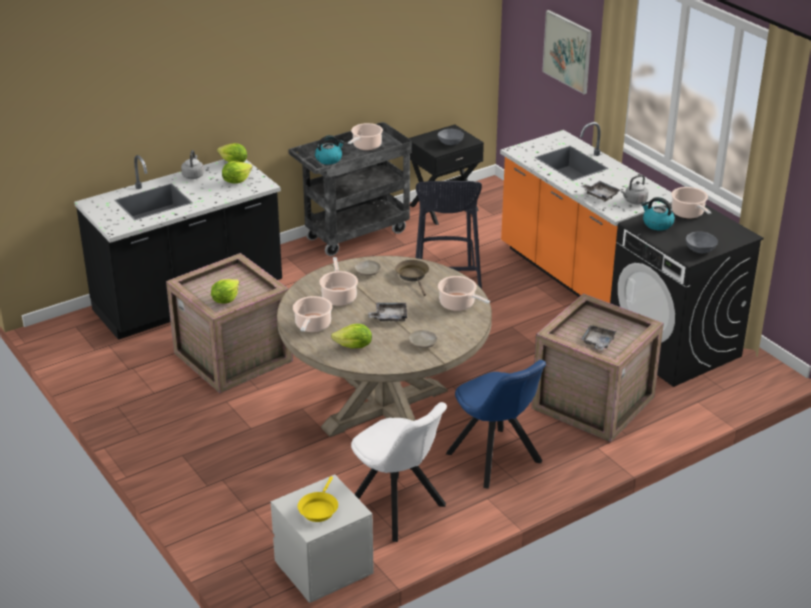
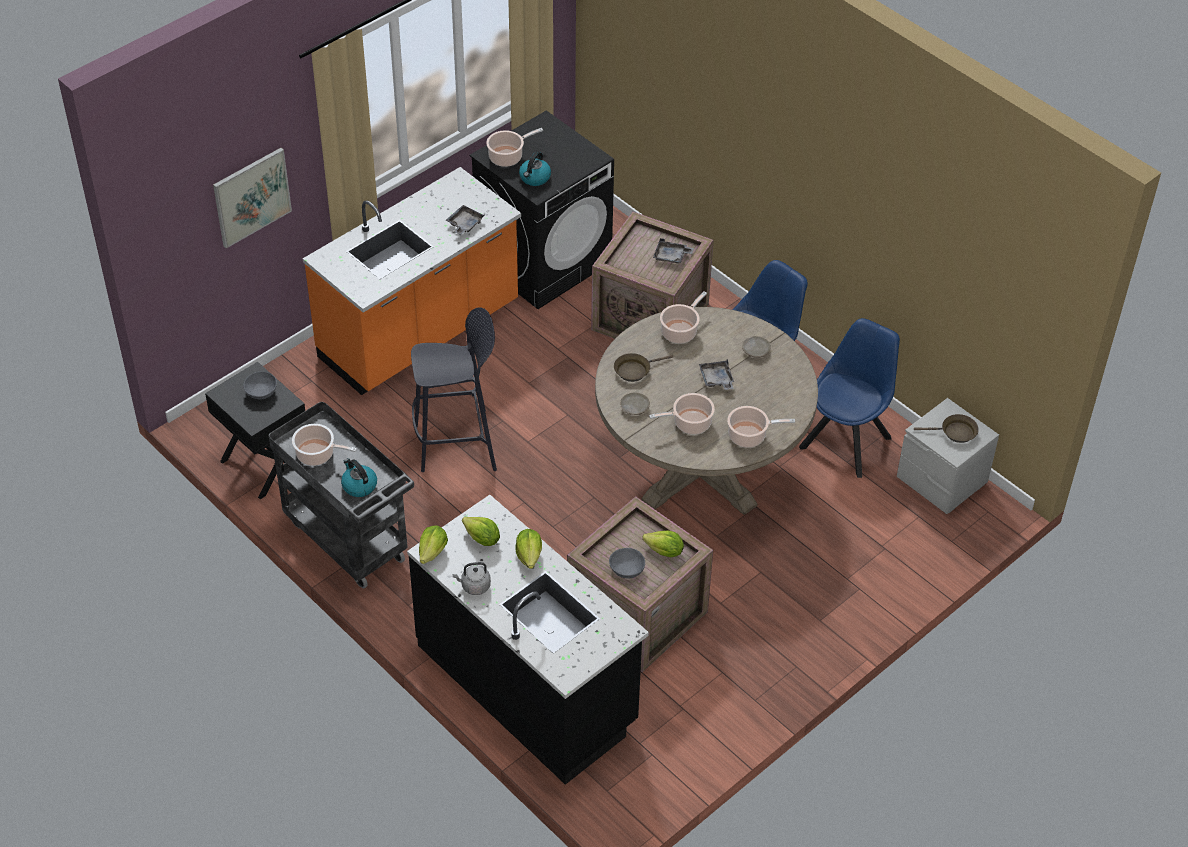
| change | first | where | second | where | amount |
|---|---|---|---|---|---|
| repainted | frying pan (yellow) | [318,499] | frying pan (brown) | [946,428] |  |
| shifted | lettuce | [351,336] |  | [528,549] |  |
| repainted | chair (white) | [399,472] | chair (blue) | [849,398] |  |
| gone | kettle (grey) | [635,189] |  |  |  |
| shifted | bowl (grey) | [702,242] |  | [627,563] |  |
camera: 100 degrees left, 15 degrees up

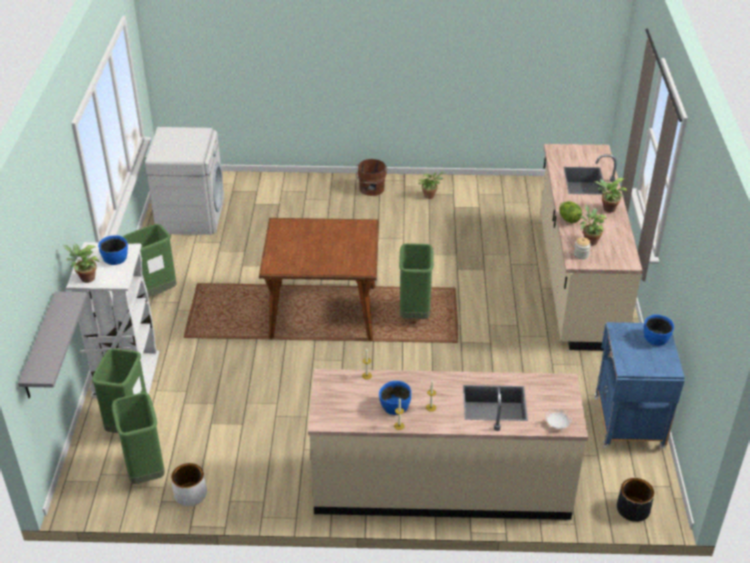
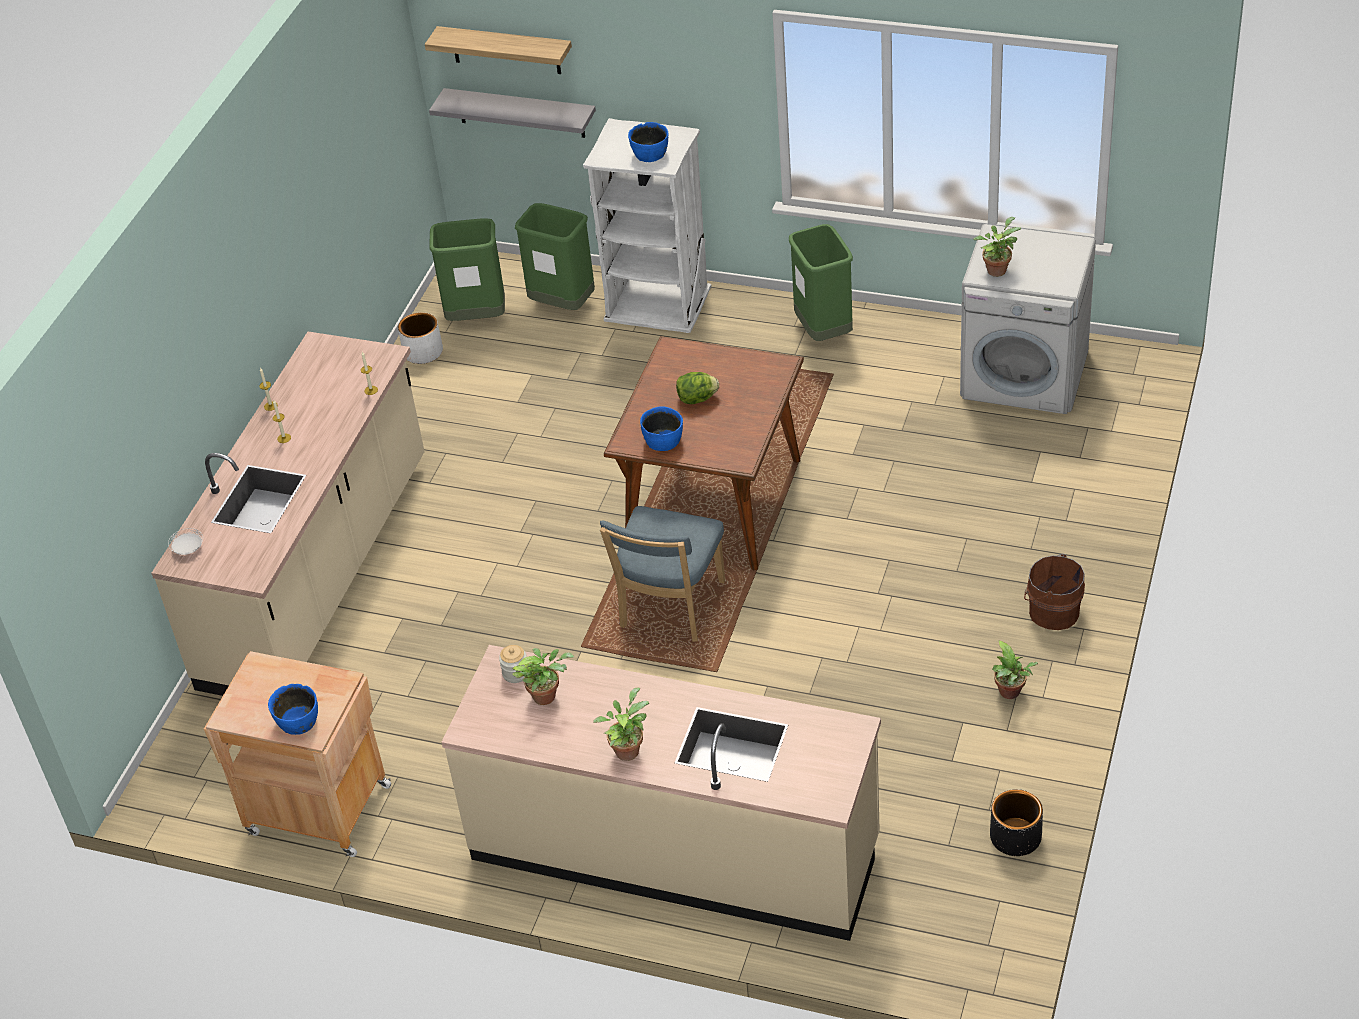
| change | first | where | second | where | amount |
|---|---|---|---|---|---|
| shifted | potted plant | [81,263] |  | [997,247] |  |
| shifted | bowl (blue) | [395,398] |  | [661,428] |  |
| swapped | trash can (green) | [416,281] | chair (blue) | [662,574] |  |
| shifted | lettuce | [570,212] |  | [697,388] |  |
| repainted | cart (blue) | [640,385] | cart (brown) | [297,754] |  |
| shifted | planter (black) | [636,500] |  | [1016,822] |  |
| new |  |  | shelf | [498,50] |  |
camera: 110 degrees right, 5 degrees up

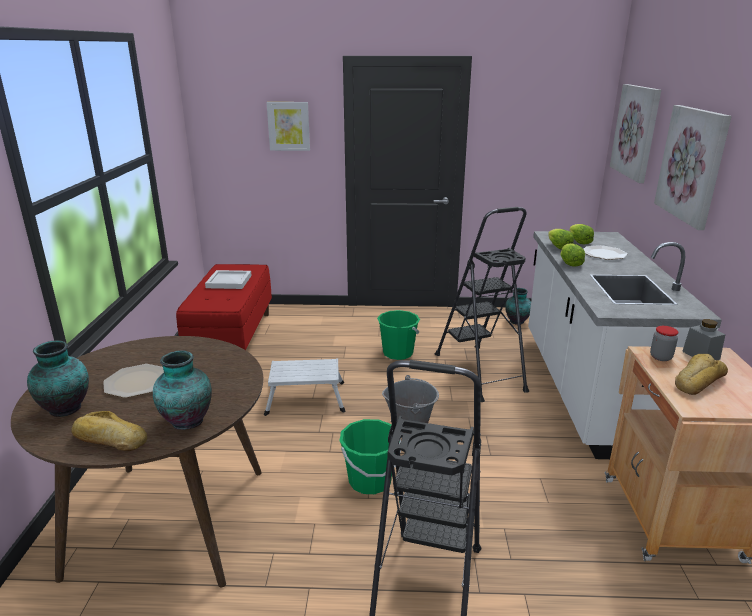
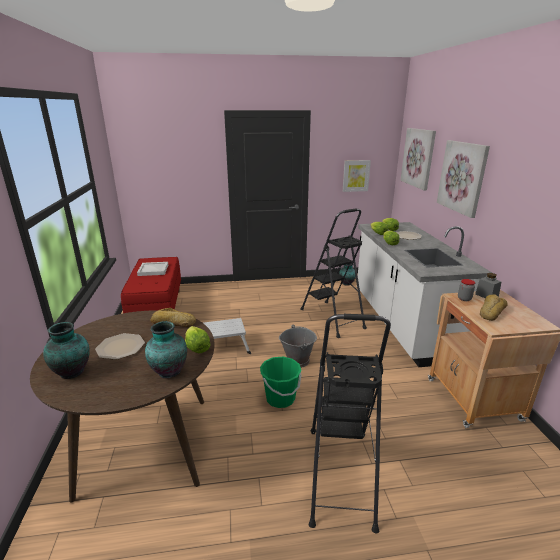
| change | first | where | second | where | amount |
|---|---|---|---|---|---|
| shifted | bread | [109,431] |  | [173,317] |  |
| shifted | picture | [288,126] |  | [357,176] |  |
| gone | bucket (green) | [398,335] |  |  |  |
| new |  |  | lettuce | [198,339] |  |
camera: 10 degrees left, 0 degrees up

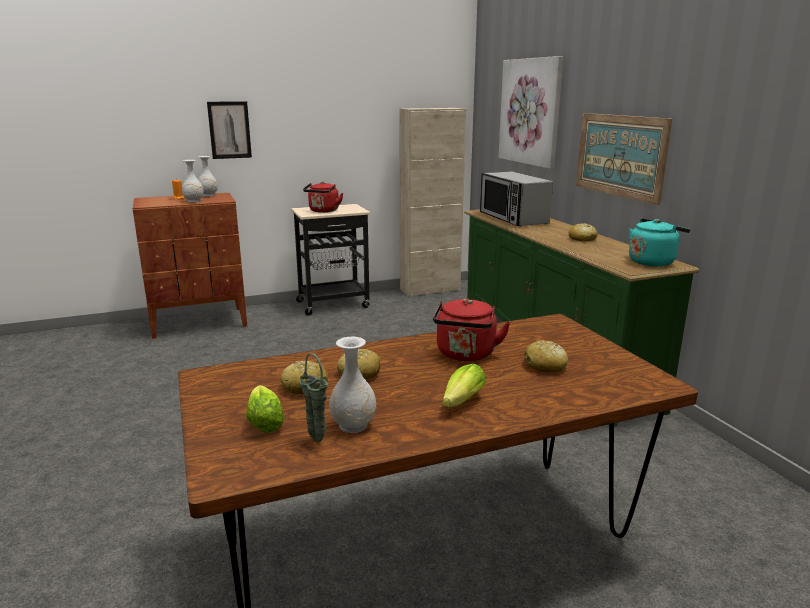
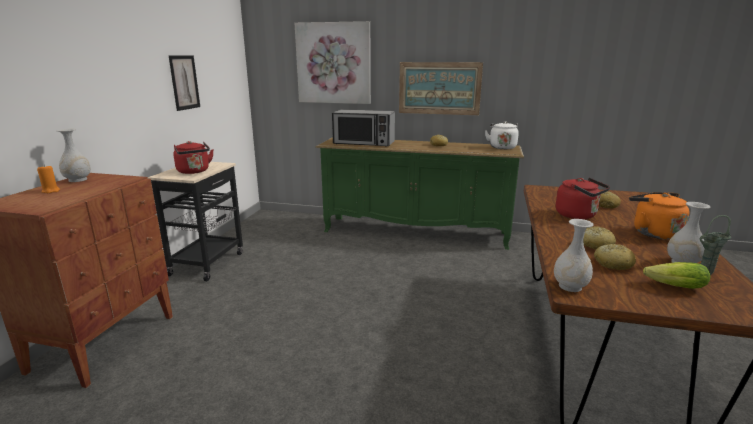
| change | first | where | second | where | amount |
|---|---|---|---|---|---|
| shifted | vase (white) | [193,181] |  | [574,255] |  |
| shifted | picture | [229,130] |  | [184,83] |  |
| gone | cabinet (beige) | [432,202] |  |  |  |
| swapped | lettuce | [463,385] | kettle (orange) | [659,216] |  |
| repainted | kettle (turquoise) | [659,242] | kettle (white) | [502,135] |  |
camera: 55 degrees left, 0 degrees up

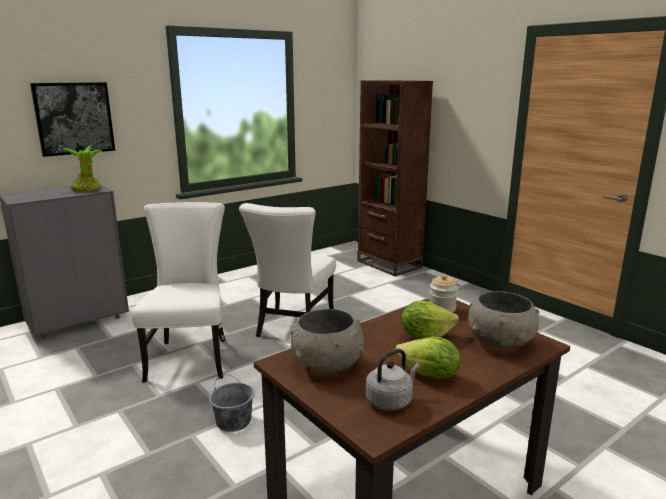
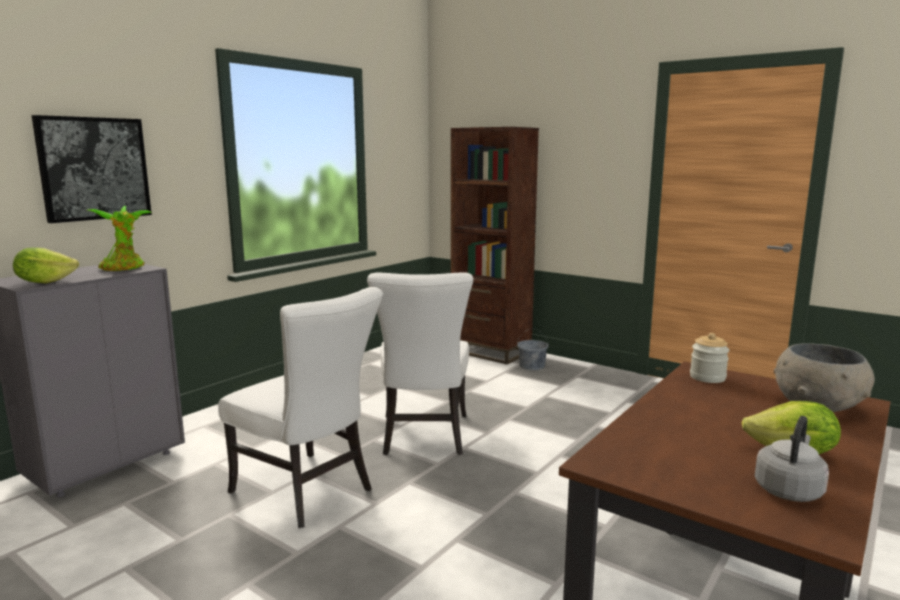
| change | first | where | second | where | amount |
|---|---|---|---|---|---|
| rotated | chair (white) | [179,292] |  | [300,407] | 150 degrees clockwise |
| shifted | bucket (grey) | [232,403] |  | [532,349] |  |
| gone | bowl (grey) | [327,341] |  |  |  |
| shifted | lettuce | [430,320] |  | [46,265] |  |
camera: 15 degrees left, 5 degrees down

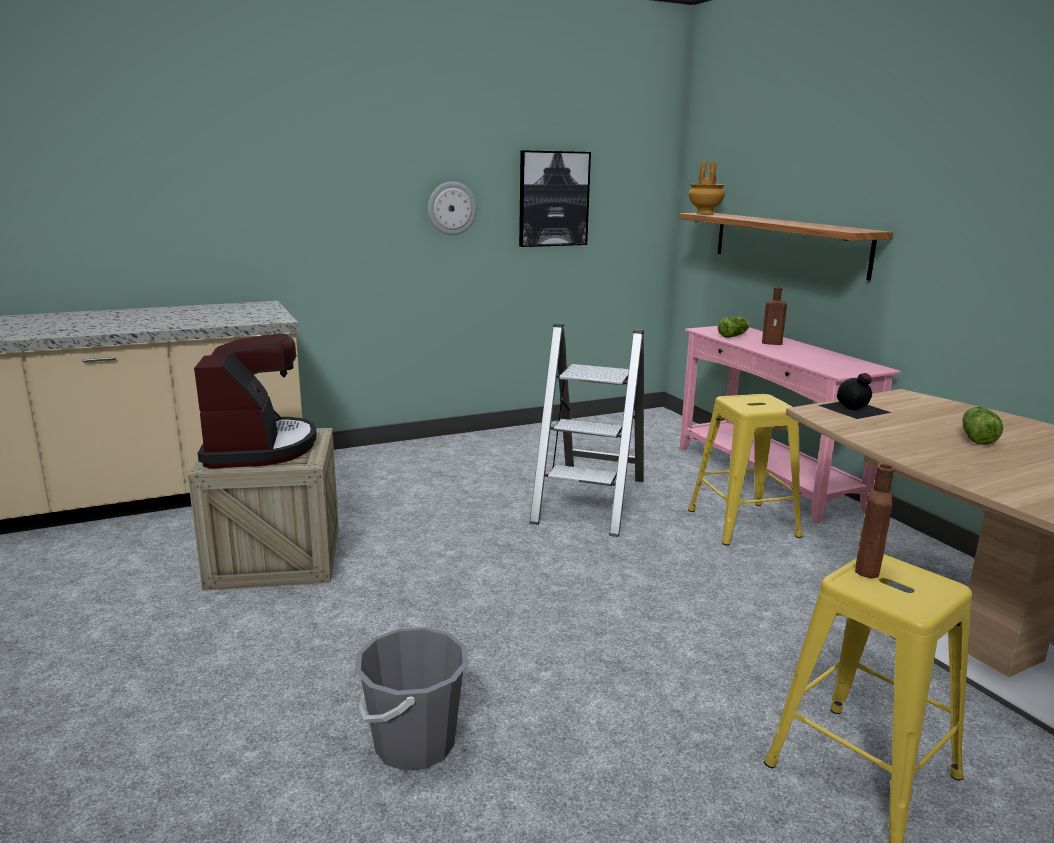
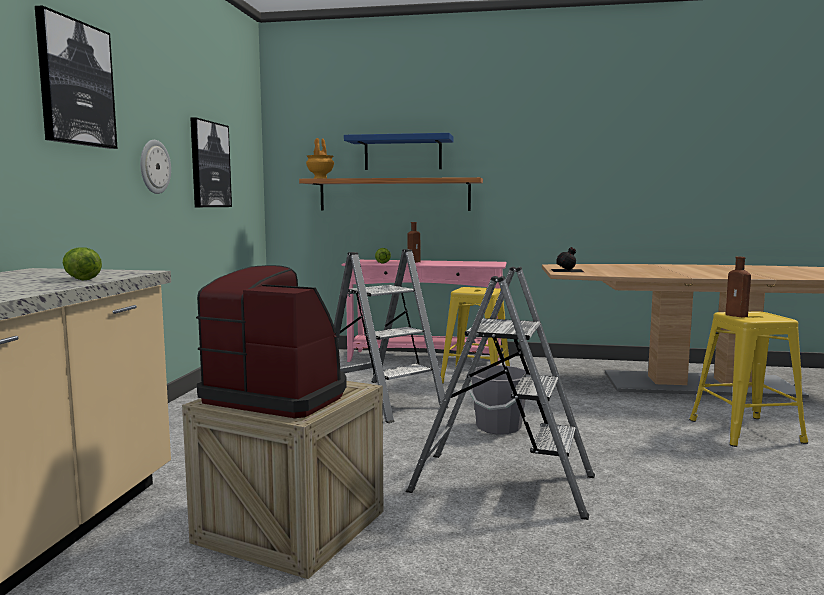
| change | first | where | second | where | amount |
|---|---|---|---|---|---|
| shifted | bucket (grey) | [412,699] |  | [499,399] |  |
| shifted | lettuce | [982,426] |  | [82,263] |  |
| new |  |  | picture | [76,77] |  |
| new |  |  | shelf (blue) | [399,151] |  |
| new |  |  | step ladder (grey) | [500,393] |  |
camera: 55 degrees left, 10 degrees down

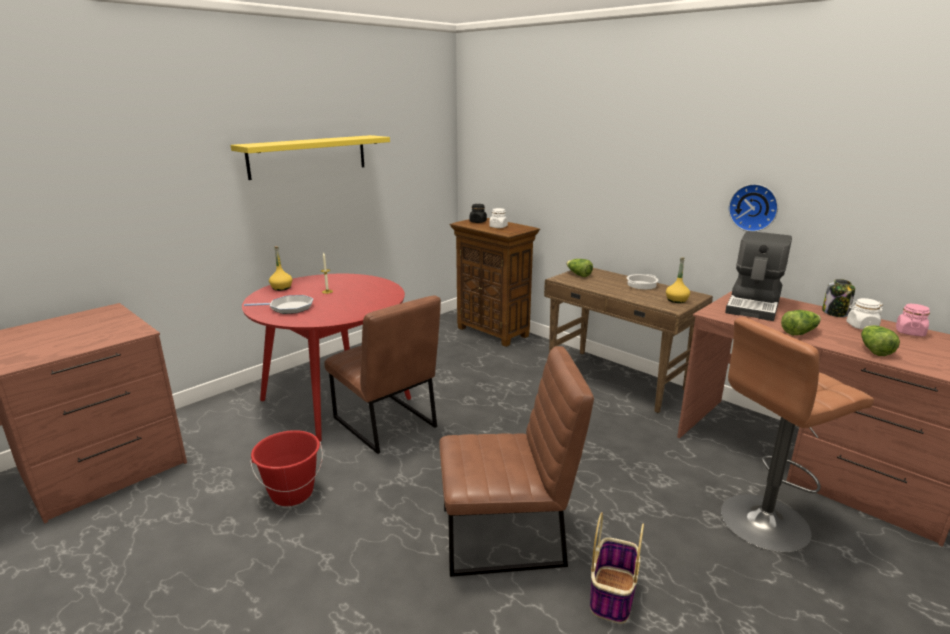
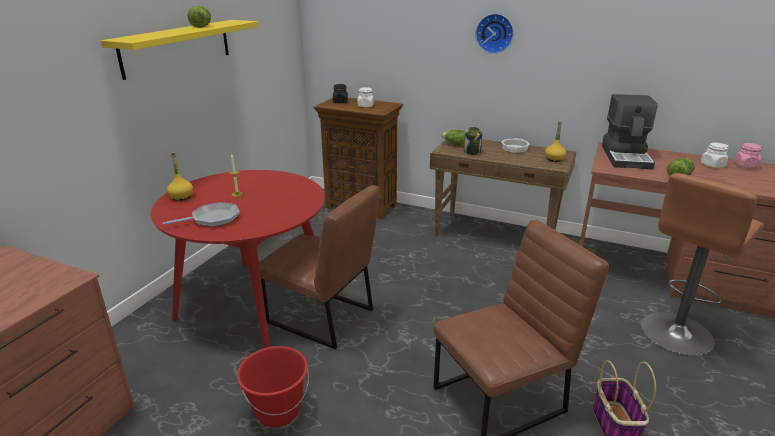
| change | first | where | second | where | amount |
|---|---|---|---|---|---|
| shifted | wall clock | [753,208] |  | [494,33] |  |
| shifted | jar | [838,298] |  | [473,141] |  |
| shifted | lettuce | [880,340] |  | [199,17] |  |
camera: 20 degrees left, 5 degrees up

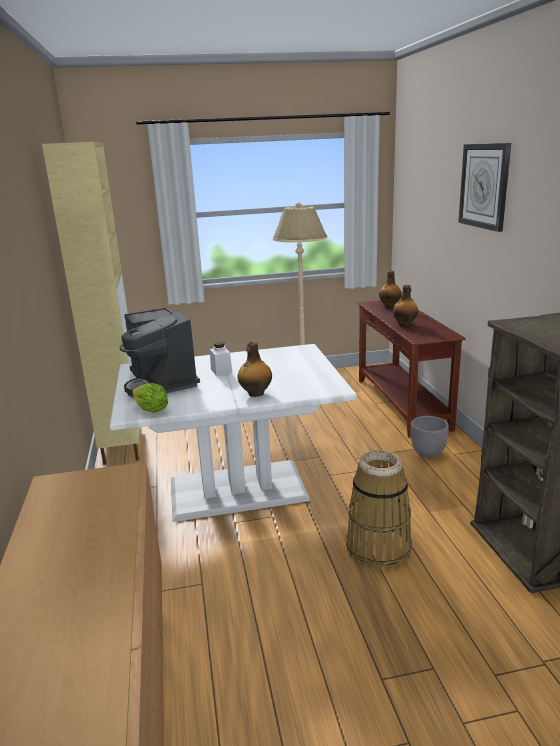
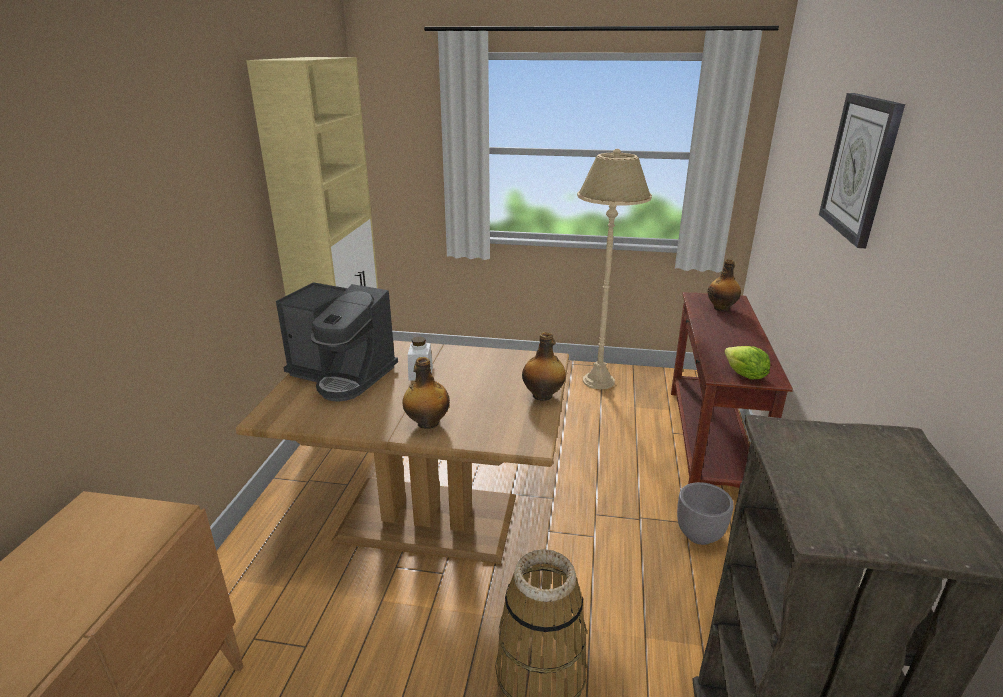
| change | first | where | second | where | amount |
|---|---|---|---|---|---|
| repainted | dining table (white) | [233,433] | dining table (brown) | [402,452] |  |
| rotated | coffee machine | [160,352] |  | [337,342] | 60 degrees counterclockwise |
| shifted | lettuce | [150,398] |  | [747,362] |  |
| shifted | bottle | [405,306] |  | [544,366] |  |
camera: 20 degrees right, 5 degrees up

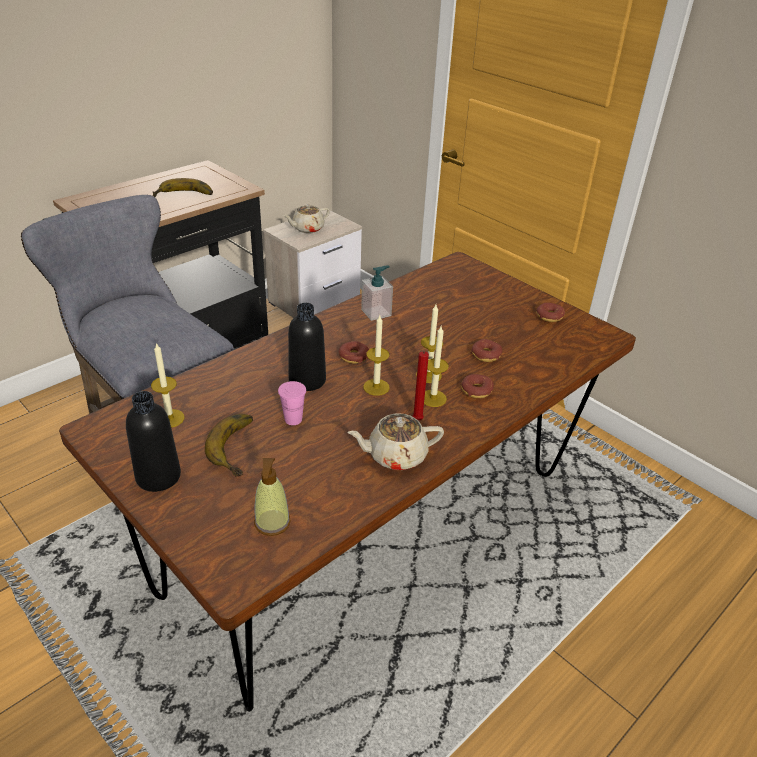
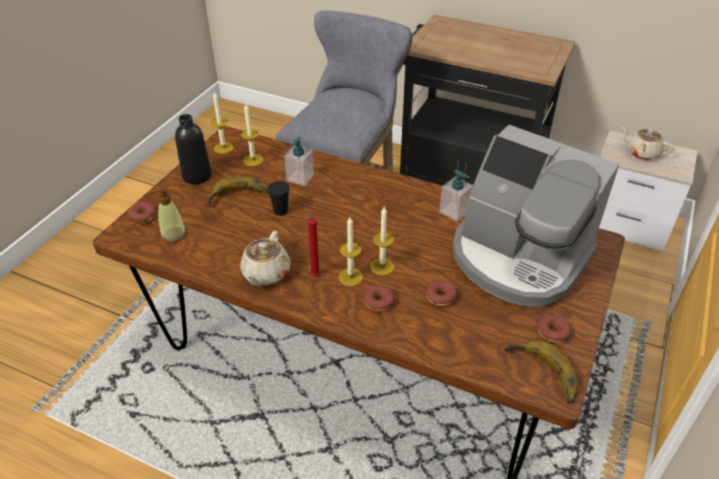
| change | first | where | second | where | amount |
|---|---|---|---|---|---|
| shifted | banana | [182,187] |  | [541,372] |  |
| repainted | cup (pink) | [292,403] | cup (black) | [279,198] |  |
| gone | bottle (black) | [307,347] |  |  |  |
| shifted | donut | [354,352] |  | [142,212] |  |
| rotated | teapot (beige) | [395,441] |  | [265,258] | 135 degrees counterclockwise |
| shifted | candle | [376,355] |  | [222,122] |  |
| new |  |  | soap dispenser | [299,161] |  |
| new |  |  | coffee machine | [536,216] |  |
camera: 70 degrees right, 5 degrees up

